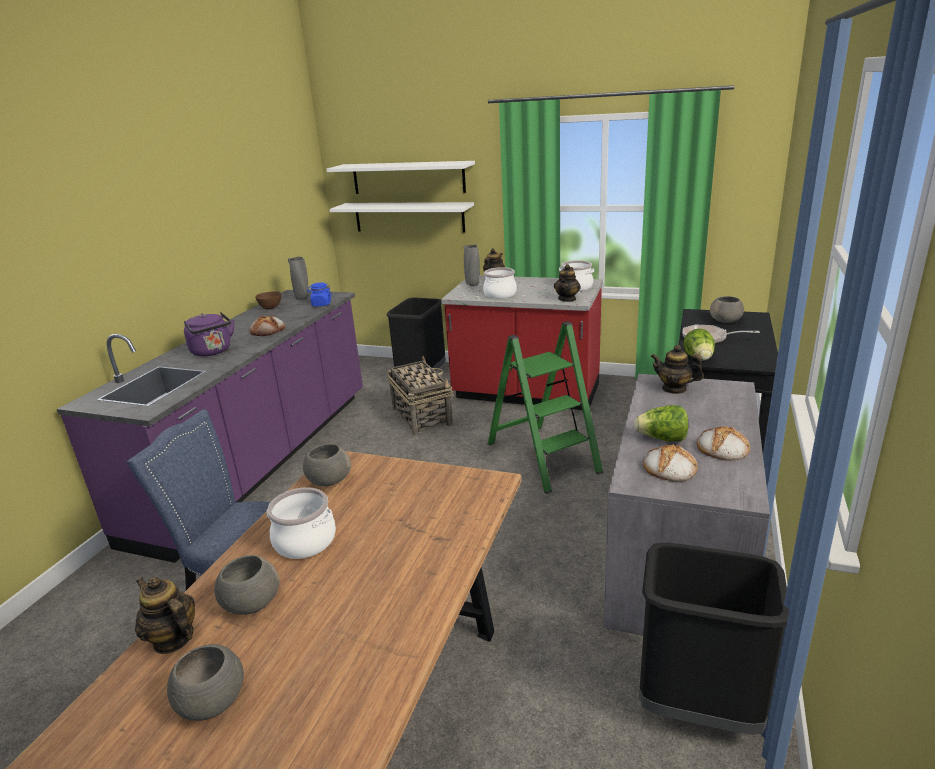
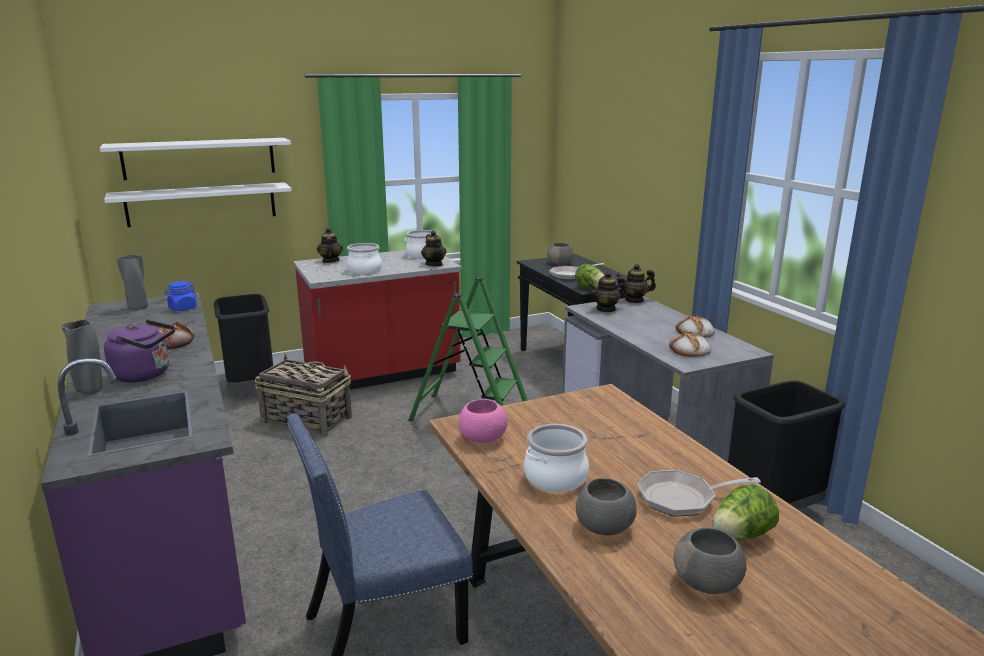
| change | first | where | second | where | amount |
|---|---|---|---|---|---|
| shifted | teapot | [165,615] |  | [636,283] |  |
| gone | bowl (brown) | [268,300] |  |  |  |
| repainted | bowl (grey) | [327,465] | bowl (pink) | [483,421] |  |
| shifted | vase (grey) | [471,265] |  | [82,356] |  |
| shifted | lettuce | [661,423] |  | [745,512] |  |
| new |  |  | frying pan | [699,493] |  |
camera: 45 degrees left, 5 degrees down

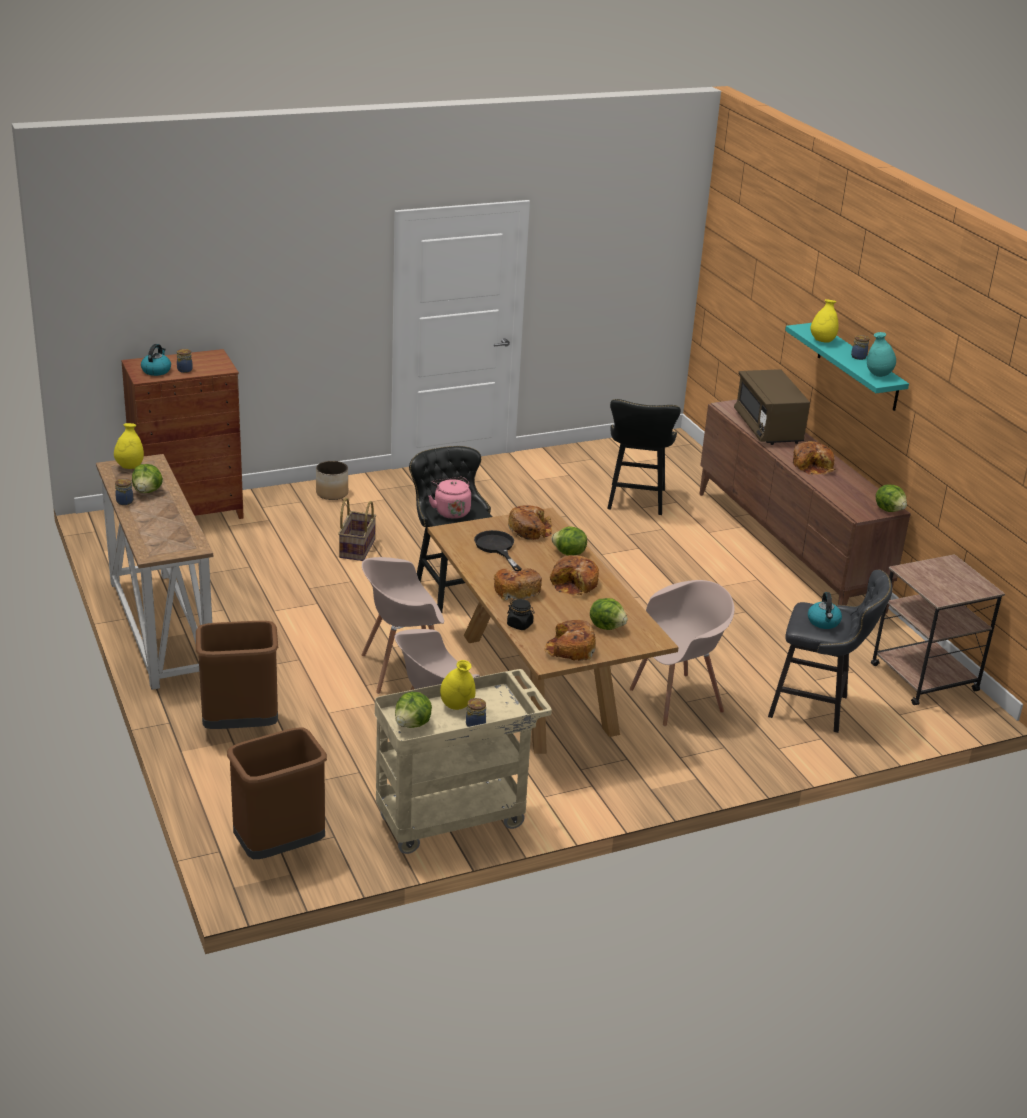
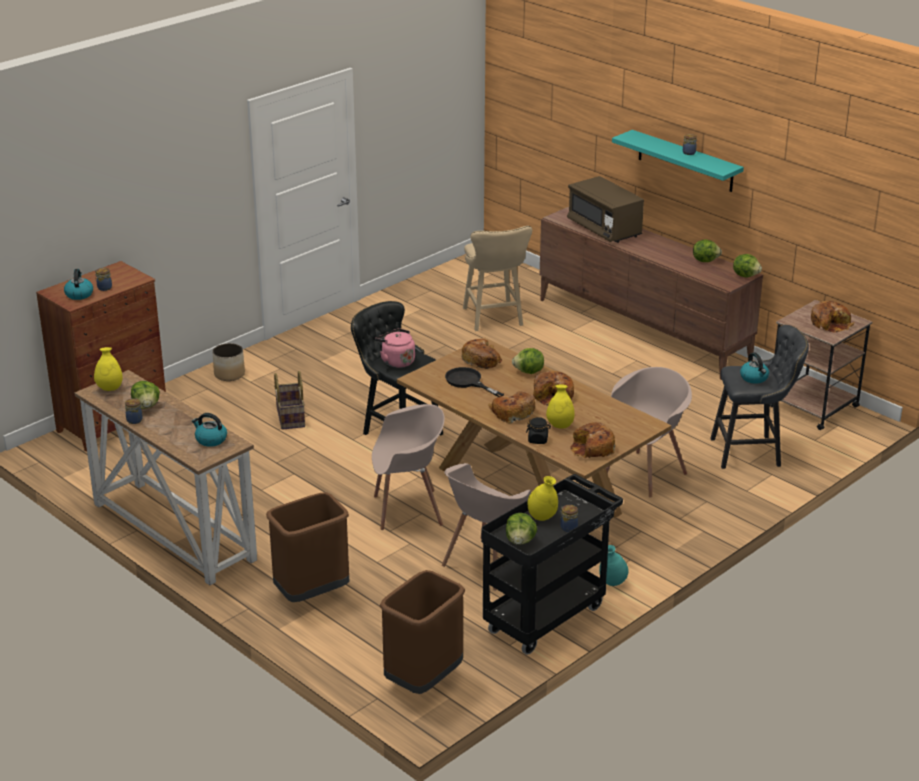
| change | first | where | second | where | amount |
|---|---|---|---|---|---|
| rotated | chair (beige) | [403,625] |  | [408,467] | 150 degrees counterclockwise |
| repainted | cart (beige) | [463,761] | cart (black) | [552,564] |  |
| shifted | lettuce | [609,614] |  | [707,250] |  |
| repainted | stool (black) | [644,457] | stool (beige) | [497,278] |  |
| shifted | bread | [814,458] |  | [832,317] |  |
| shifted | vase (yellow) | [824,321] |  | [560,406] |  |
| shifted | vase (turquoise) | [881,354] |  | [613,565] |  |
| new |  |  | kettle | [209,430] |  |
camera: 20 degrees left, 0 degrees up

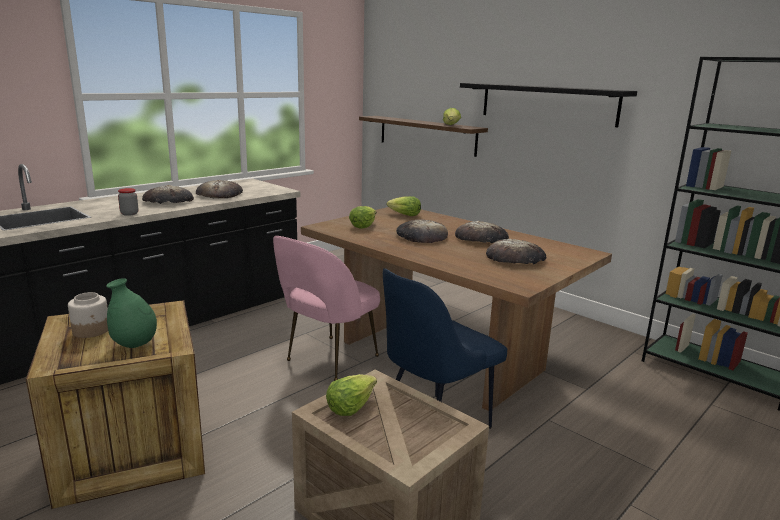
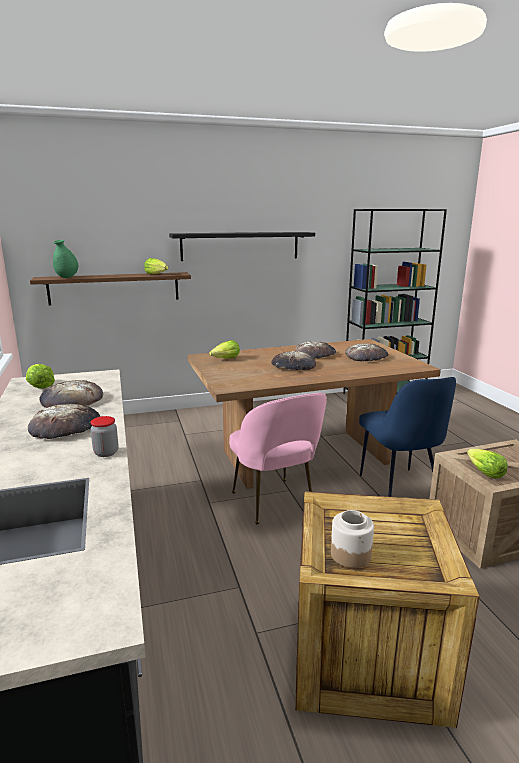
| change | first | where | second | where | amount |
|---|---|---|---|---|---|
| shifted | vase (green) | [131,313] |  | [65,259] |  |
| shifted | lettuce | [362,217] |  | [40,376] |  |
camera: 60 degrees left, 0 degrees up

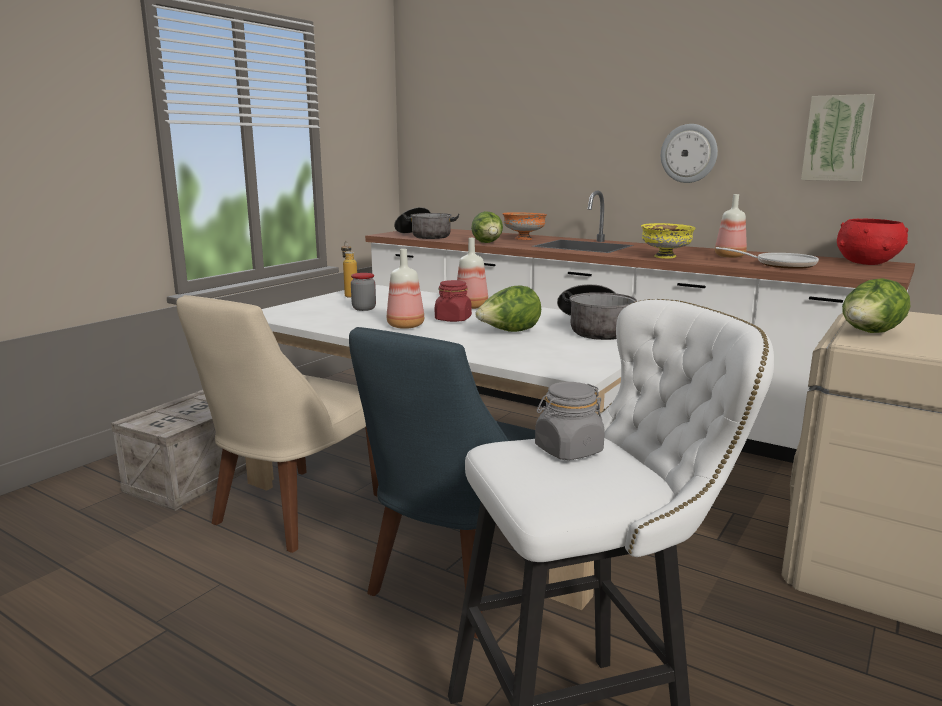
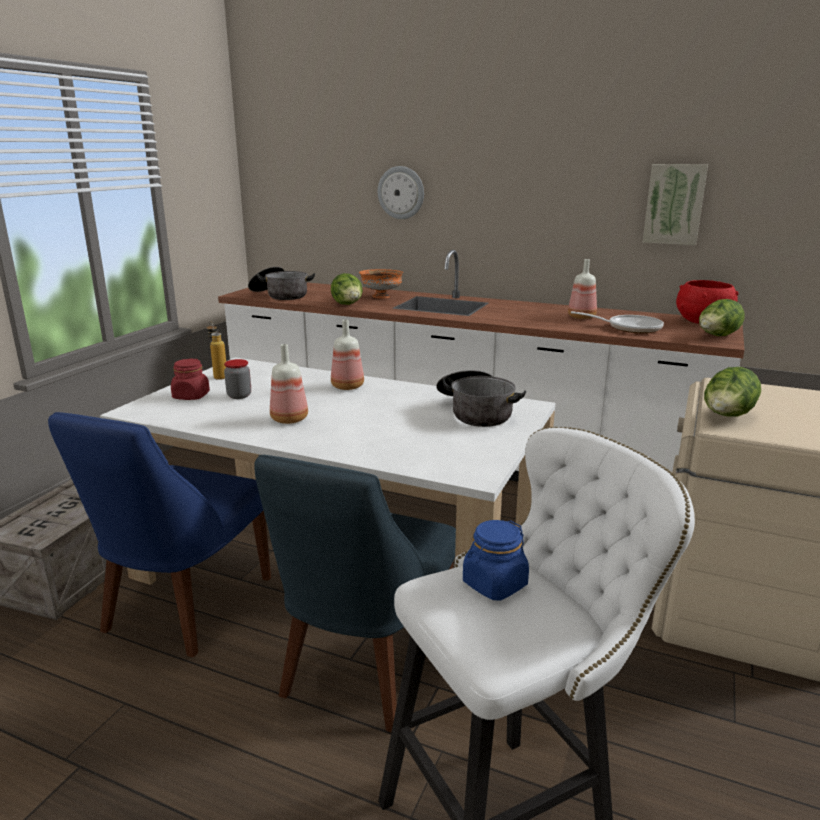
| change | first | where | second | where | amount |
|---|---|---|---|---|---|
| repainted | chair (beige) | [277,424] | chair (blue) | [159,534] |  |
| shifted | jar (red) | [453,301] |  | [190,379] |  |
| shifted | lettuce | [508,309] |  | [722,317] |  |
| repainted | jar (grey) | [570,421] | jar (blue) | [496,560] |  |
| gone | bowl (yellow) | [668,241] |  |  |  |
| shifted | wall clock | [689,153] |  | [401,192] |  |
camera: 10 degrees left, 5 degrees up

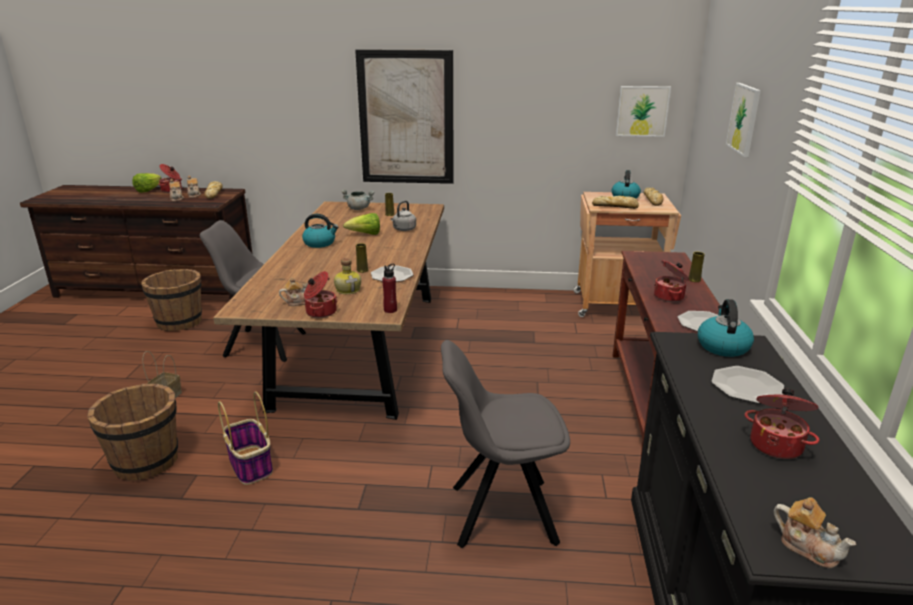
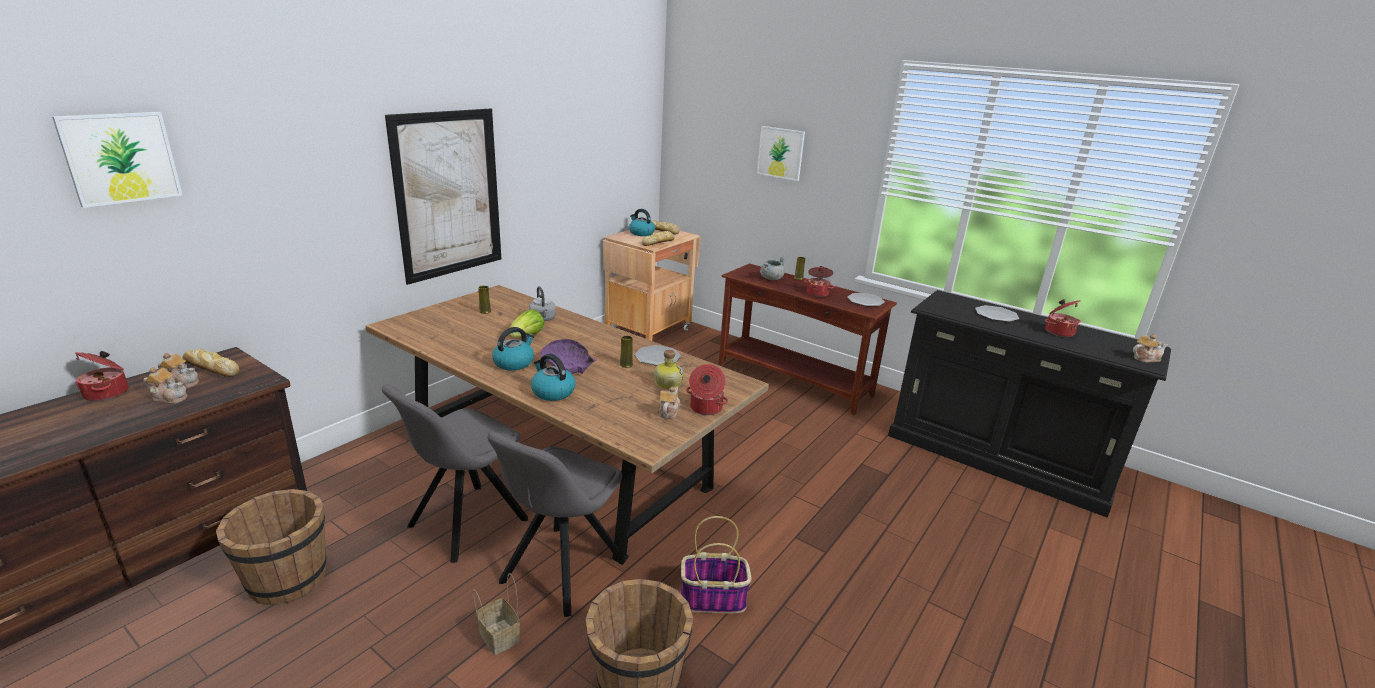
| change | first | where | second | where | amount |
|---|---|---|---|---|---|
| gone | lettuce | [146,183] |  |  |  |
| shifted | cooking pot (grey) | [358,199] |  | [773,268] |  |
| gone | bottle (red) | [389,288] |  |  |  |
| shifted | chair (grey) | [505,444] |  | [556,524] |  |
| shifted | picture | [643,111] |  | [117,160] |  |
| shifted | kettle | [726,328] |  | [553,377] |  |
| new |  |  | bowl (purple) | [568,356] |  |
camera: 60 degrees left, 0 degrees up

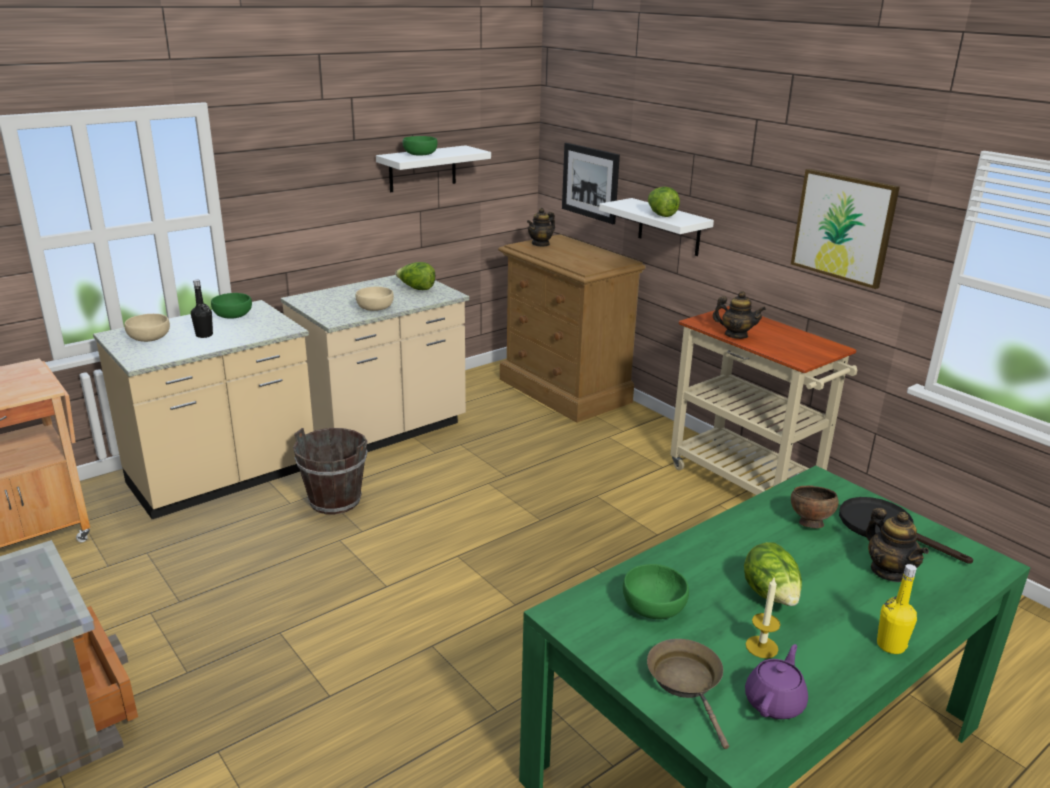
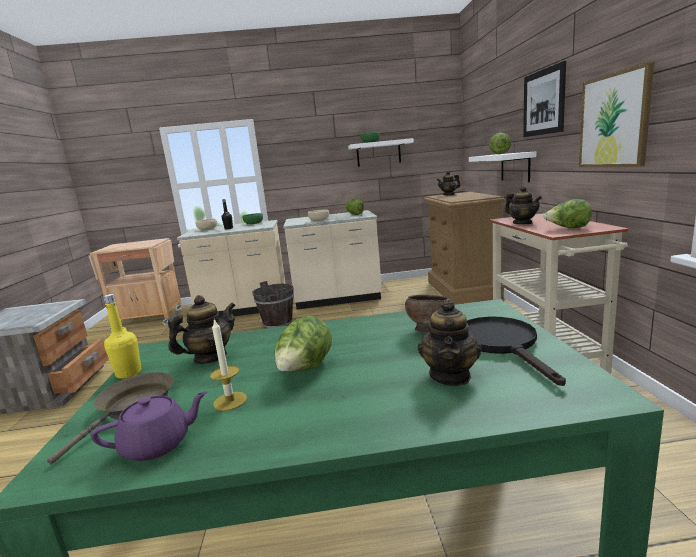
| change | first | where | second | where | amount |
|---|---|---|---|---|---|
| shifted | picture | [591,183] |  | [544,99] |  |
| swapped | bowl (green) | [656,591] | teapot | [202,329] |  |
| shifted | bottle (yellow) | [897,609] |  | [122,336] |  |
| new |  |  | lettuce | [567,213] |  |
camera: 35 degrees right, 10 degrees down

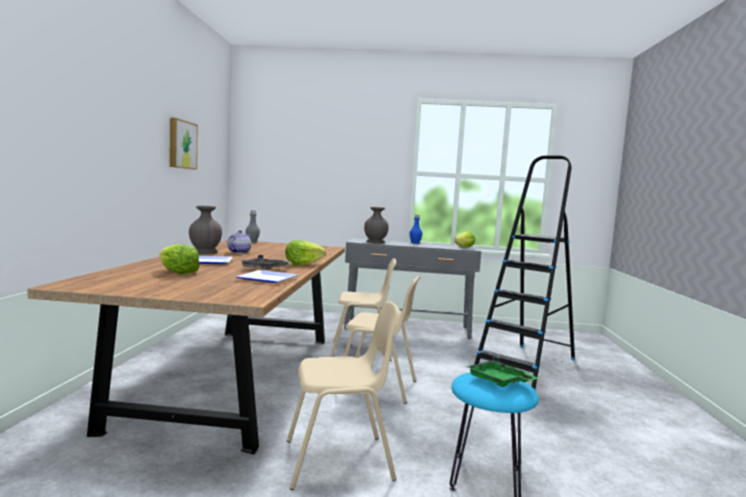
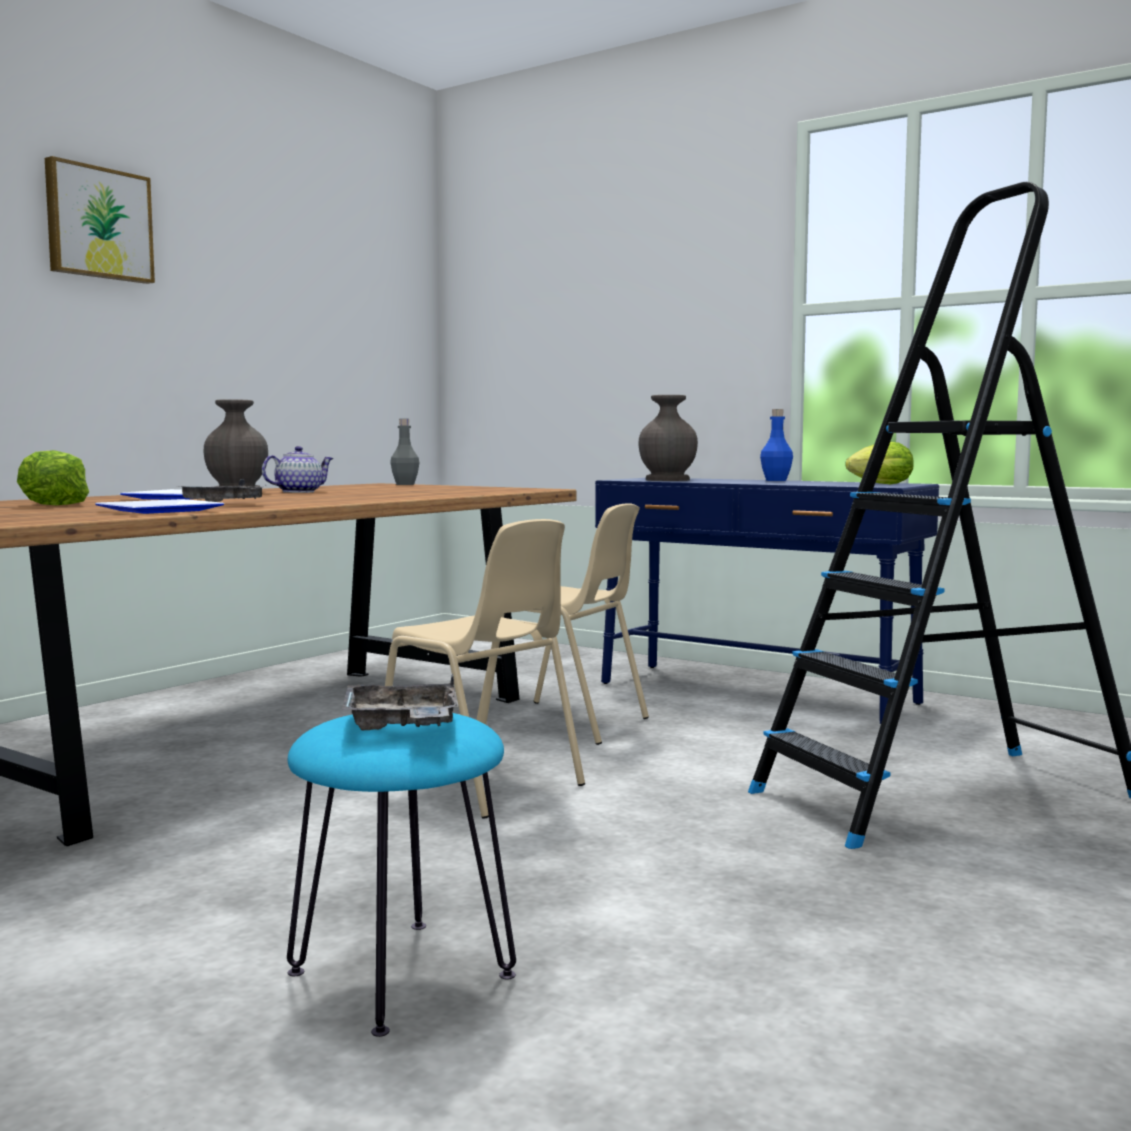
| change | first | where | second | where | amount |
|---|---|---|---|---|---|
| shifted | picture | [184,143] |  | [100,220] |  |
| gone | lettuce | [305,252] |  |  |  |
| gone | chair (beige) | [344,395] |  |  |  |
| repainted | console table (grey) | [412,288] | console table (blue) | [767,601] |  |
| repainted | tray (green) | [502,371] | tray (grey) | [400,701] |  |
camera: 30 degrees right, 0 degrees up

